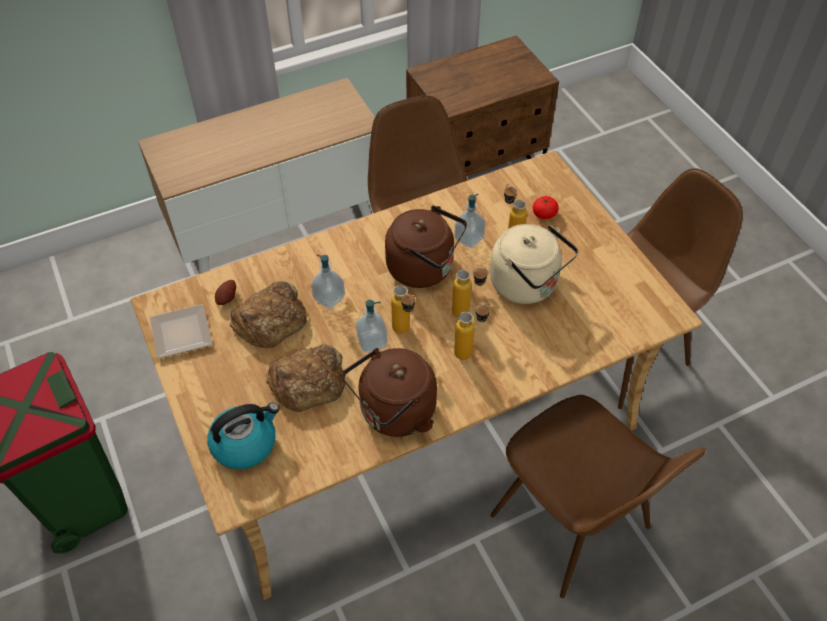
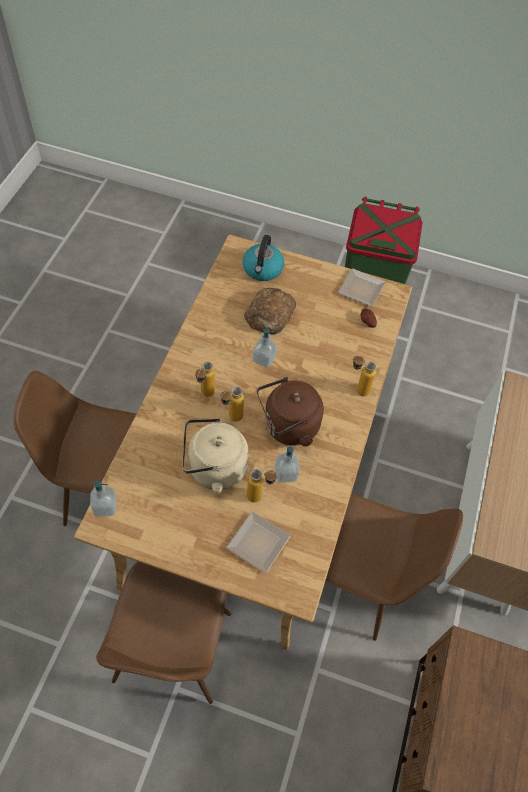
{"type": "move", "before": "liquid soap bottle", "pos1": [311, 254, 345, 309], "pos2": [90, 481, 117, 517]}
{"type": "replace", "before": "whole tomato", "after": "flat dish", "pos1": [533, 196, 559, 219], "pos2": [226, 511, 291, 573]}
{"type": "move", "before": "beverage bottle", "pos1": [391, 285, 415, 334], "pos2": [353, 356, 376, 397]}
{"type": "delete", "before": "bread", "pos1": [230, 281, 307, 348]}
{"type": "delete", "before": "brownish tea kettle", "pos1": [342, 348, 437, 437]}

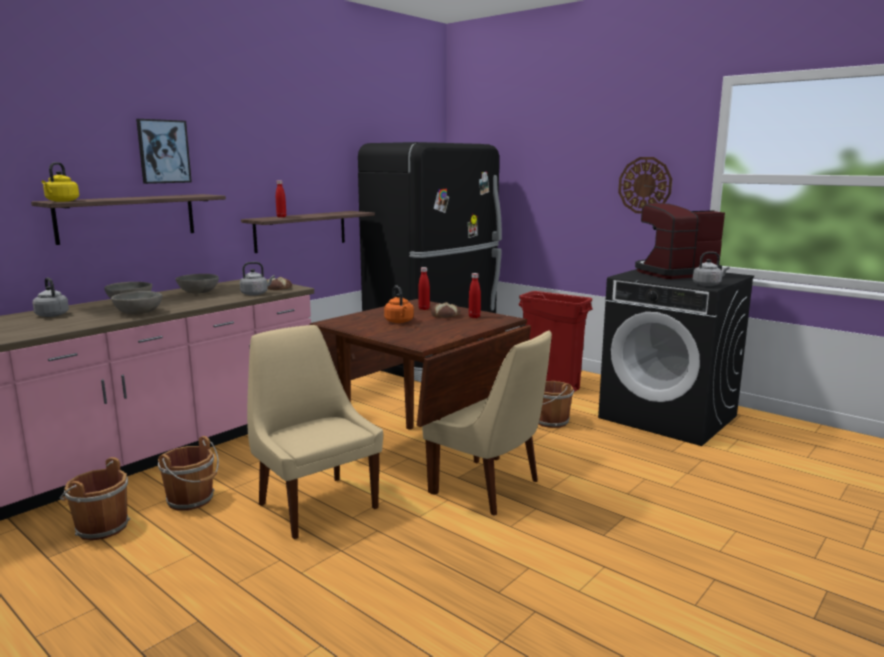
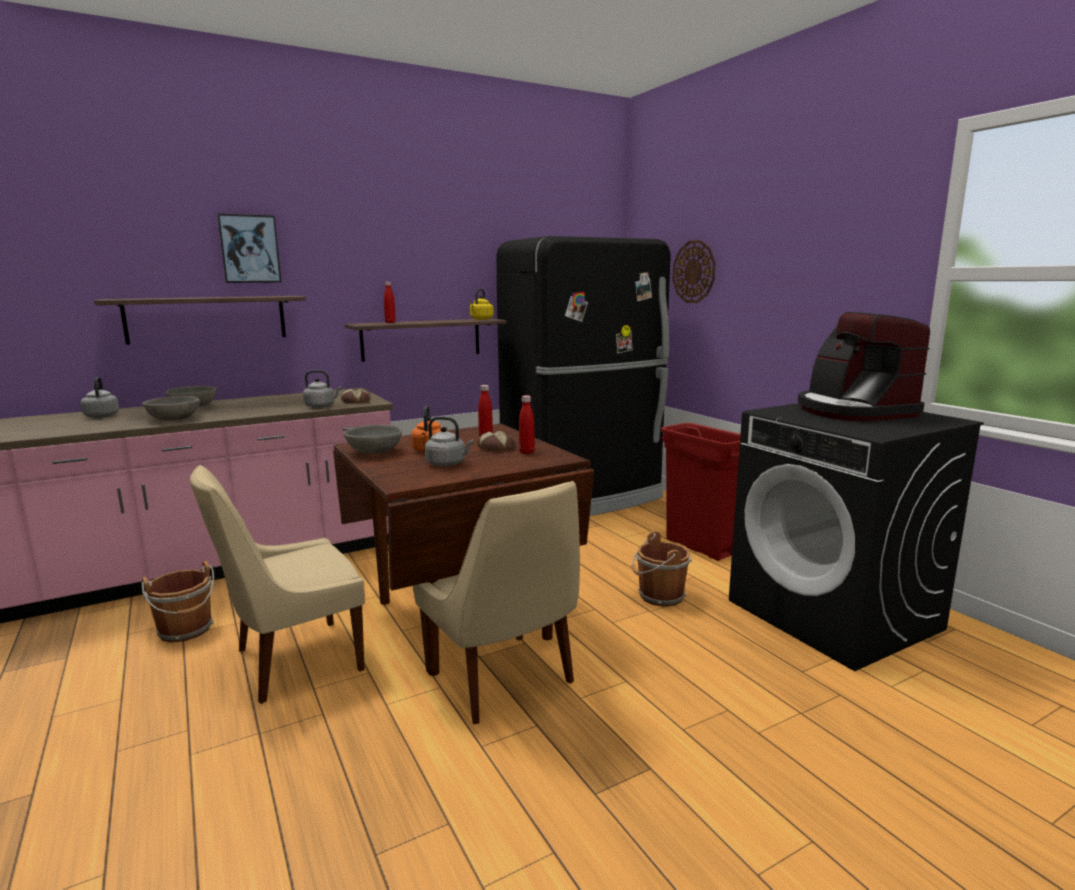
{"type": "rotate", "before": "beige upright chair", "pos1": [247, 325, 383, 539], "pos2": [190, 465, 365, 704], "turn": -105}
{"type": "move", "before": "greyish bowl", "pos1": [176, 274, 219, 294], "pos2": [343, 425, 402, 454]}
{"type": "move", "before": "greyish tea kettle", "pos1": [693, 252, 730, 286], "pos2": [425, 416, 474, 466]}
{"type": "move", "before": "yellow tea kettle", "pos1": [42, 162, 79, 202], "pos2": [470, 289, 494, 320]}
{"type": "move", "before": "wall clock", "pos1": [618, 157, 672, 214], "pos2": [672, 240, 716, 303]}
{"type": "rotate", "before": "coffee brewer", "pos1": [635, 203, 725, 279], "pos2": [798, 312, 930, 421], "turn": -105}
{"type": "delete", "before": "brownish water bucket", "pos1": [59, 457, 130, 540]}

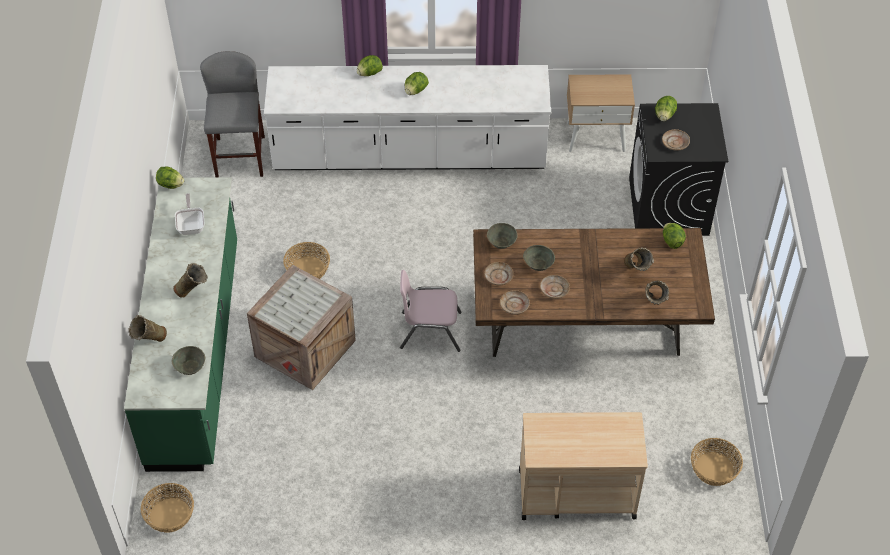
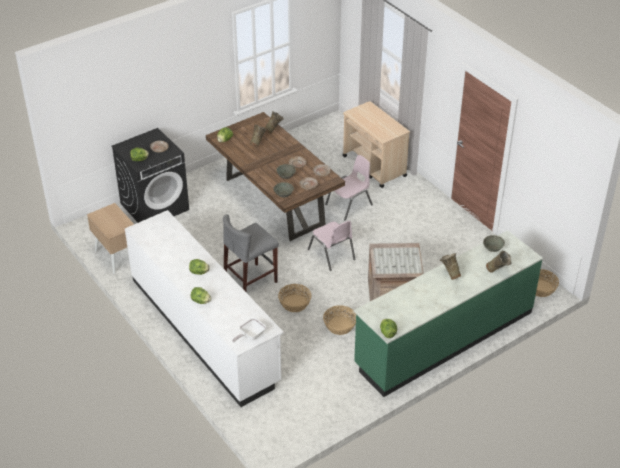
{"type": "move", "before": "greyish stool", "pos1": [200, 51, 265, 177], "pos2": [223, 214, 279, 292]}
{"type": "move", "before": "frying pan", "pos1": [175, 193, 205, 235], "pos2": [232, 318, 266, 342]}
{"type": "move", "before": "household basket", "pos1": [691, 438, 743, 486], "pos2": [278, 284, 311, 312]}
{"type": "insert", "after": "pink upright chair", "pos2": [325, 155, 373, 220]}

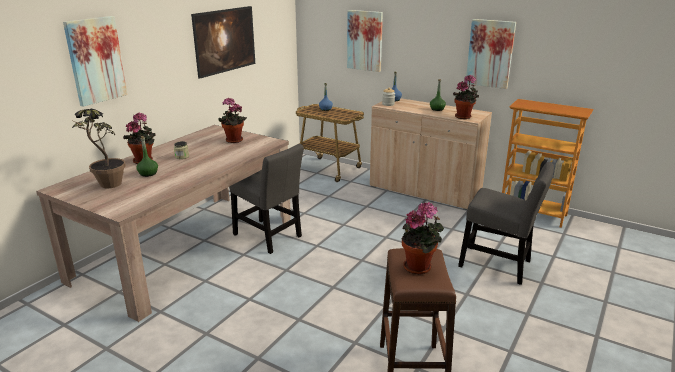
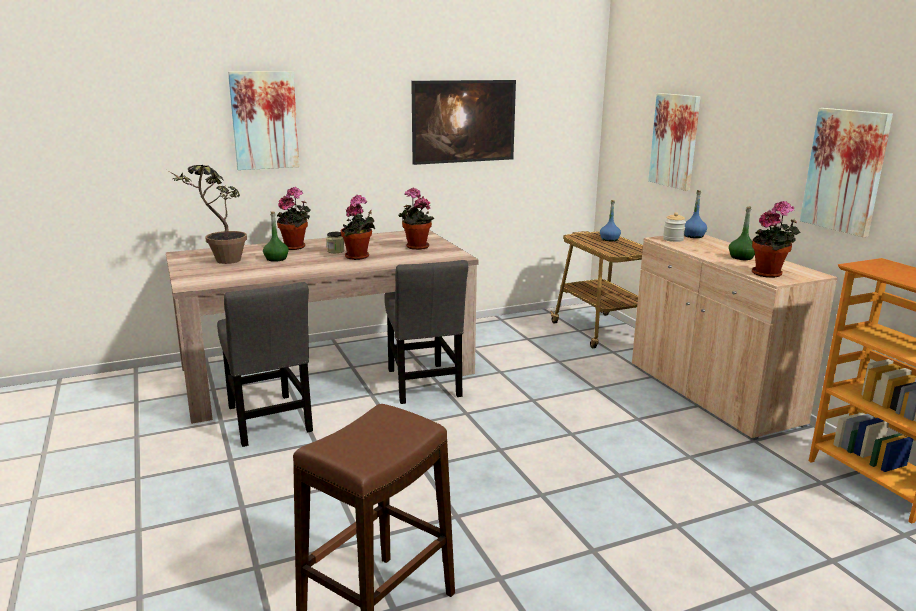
{"type": "move", "before": "greyish upright chair", "pos1": [458, 162, 554, 285], "pos2": [217, 282, 313, 447]}
{"type": "move", "before": "potted plant", "pos1": [402, 202, 444, 274], "pos2": [341, 195, 375, 260]}

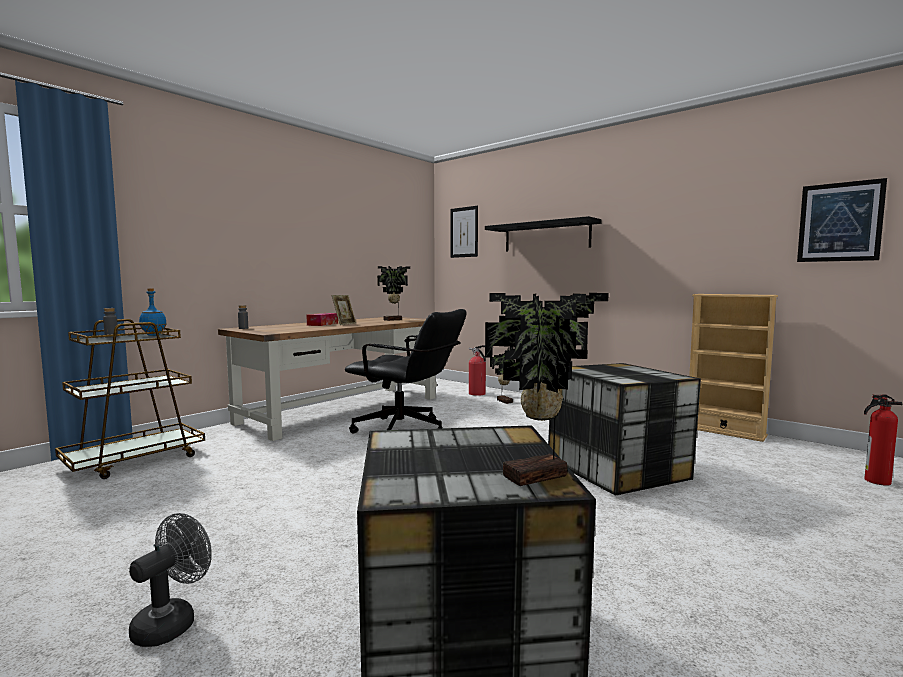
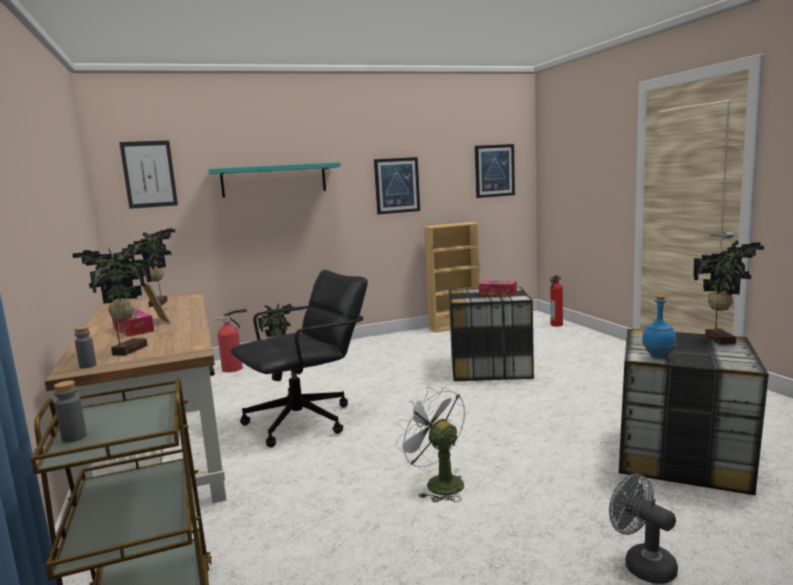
{"type": "insert", "after": "potted plant", "pos2": [73, 245, 152, 356]}
{"type": "recolor", "before": "blackish shelf", "after": "turquoise-coloured shelf", "pos1": [485, 216, 602, 251], "pos2": [208, 162, 341, 198]}
{"type": "insert", "after": "wall picture", "pos2": [374, 157, 420, 214]}
{"type": "insert", "after": "white-coloured electric fan", "pos2": [395, 387, 465, 502]}
{"type": "insert", "after": "tissue box", "pos2": [479, 280, 517, 296]}
{"type": "move", "before": "bluish beverage bottle", "pos1": [139, 288, 167, 336], "pos2": [642, 295, 677, 359]}

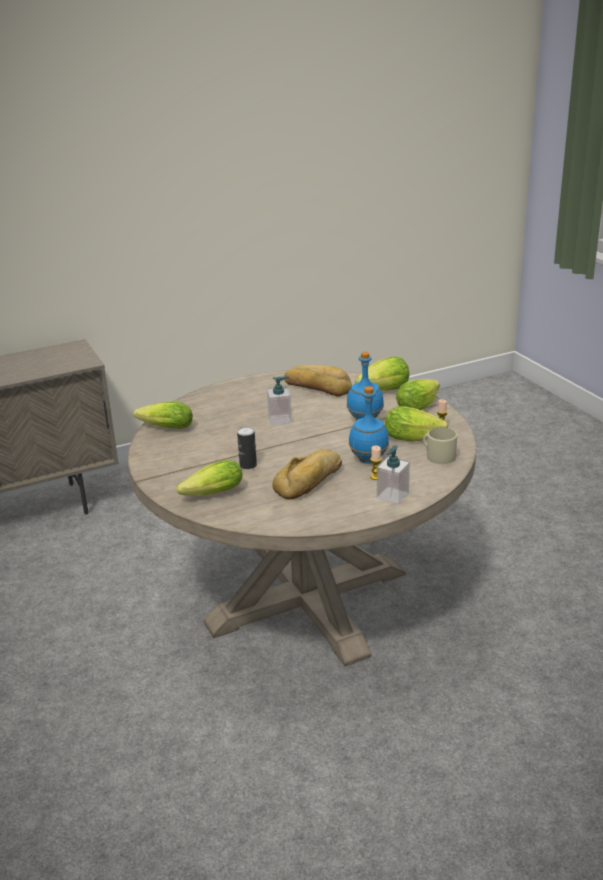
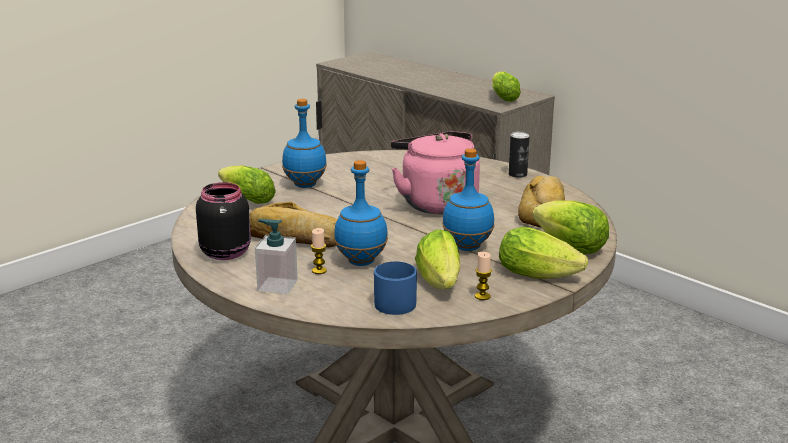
{"type": "insert", "after": "blackish storage jar", "pos2": [196, 182, 251, 260]}
{"type": "insert", "after": "bluish beverage bottle", "pos2": [282, 99, 327, 188]}
{"type": "recolor", "before": "beige coffee mug", "after": "bluish coffee mug", "pos1": [423, 427, 457, 464], "pos2": [374, 262, 417, 315]}
{"type": "replace", "before": "liquid soap bottle", "after": "pink tea kettle", "pos1": [267, 376, 292, 425], "pos2": [391, 131, 480, 215]}
{"type": "move", "before": "lettuce head", "pos1": [134, 402, 193, 429], "pos2": [492, 71, 521, 102]}
{"type": "move", "before": "metal can", "pos1": [237, 427, 257, 469], "pos2": [509, 131, 529, 178]}

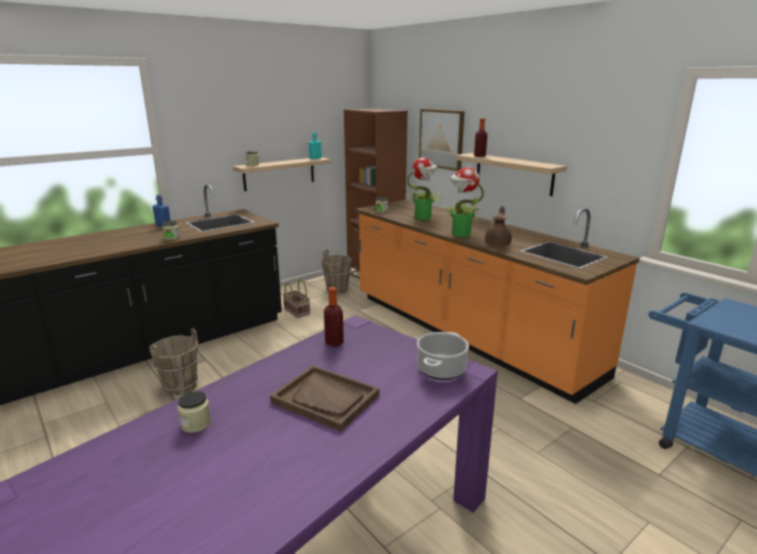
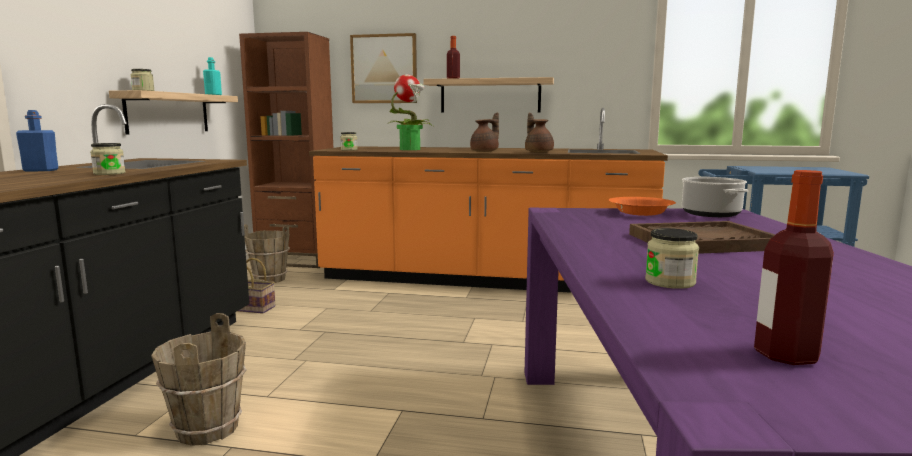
{"type": "replace", "before": "potted plant", "after": "brownish tea pot", "pos1": [441, 167, 484, 237], "pos2": [470, 113, 499, 152]}
{"type": "insert", "after": "orangey bowl", "pos2": [609, 197, 676, 216]}
{"type": "move", "before": "beverage bottle", "pos1": [324, 287, 344, 347], "pos2": [754, 170, 834, 365]}

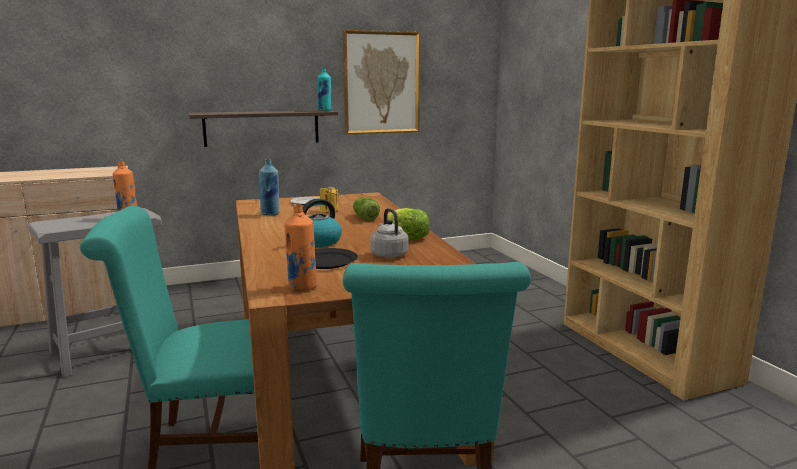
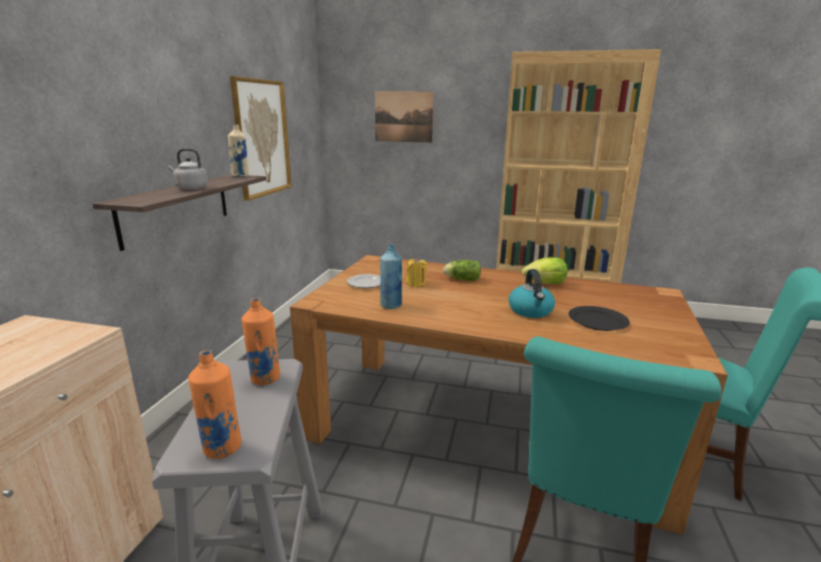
{"type": "move", "before": "greyish tea kettle", "pos1": [370, 208, 409, 258], "pos2": [168, 148, 208, 190]}
{"type": "move", "before": "orangey beverage bottle", "pos1": [284, 204, 318, 291], "pos2": [188, 350, 241, 459]}
{"type": "recolor", "before": "turquoise-coloured beverage bottle", "after": "beige beverage bottle", "pos1": [317, 68, 331, 111], "pos2": [228, 125, 249, 177]}
{"type": "insert", "after": "wall picture", "pos2": [375, 91, 434, 143]}

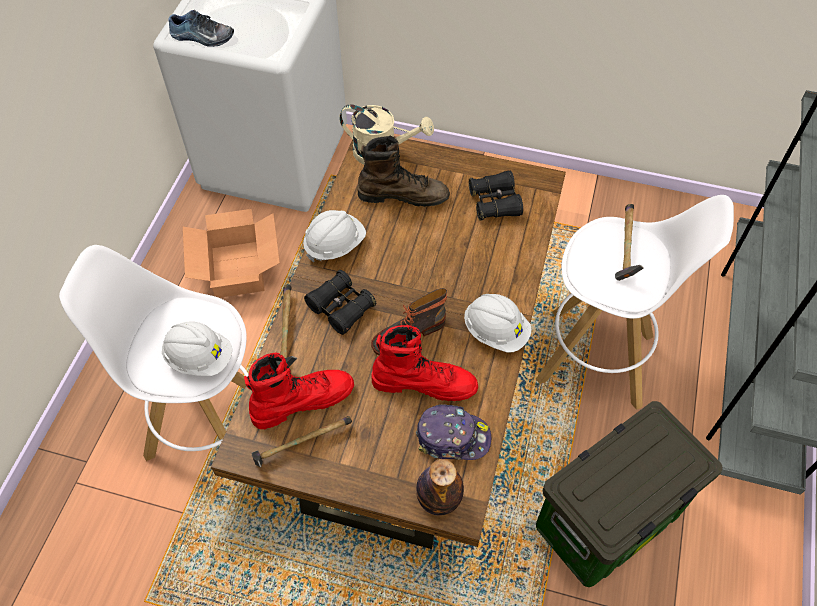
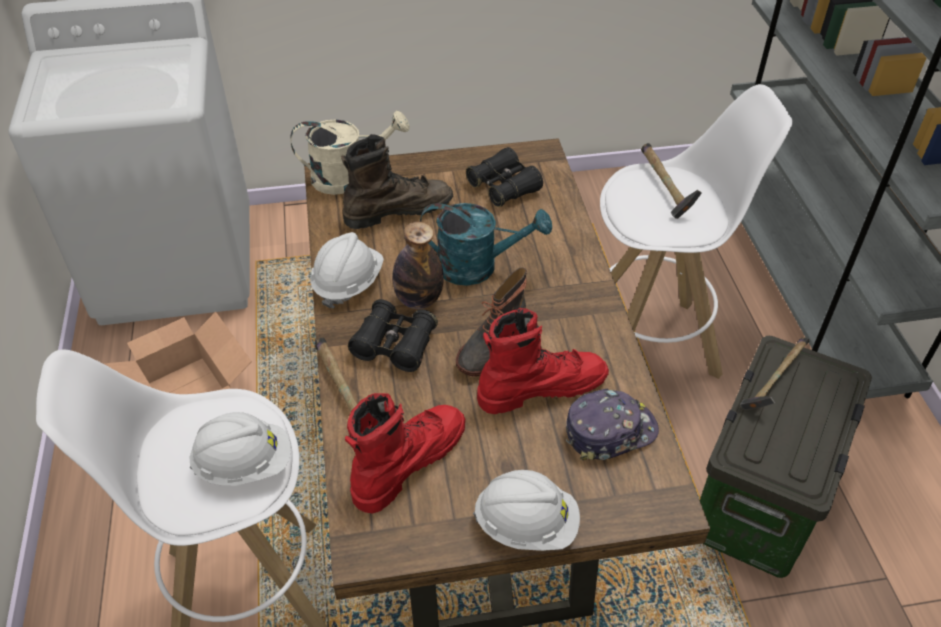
{"type": "move", "before": "beverage bottle", "pos1": [416, 459, 464, 516], "pos2": [392, 222, 444, 309]}
{"type": "insert", "after": "turquoise-coloured watering can", "pos2": [420, 203, 552, 286]}
{"type": "move", "before": "white-coloured hard hat", "pos1": [464, 294, 532, 353], "pos2": [473, 470, 580, 551]}
{"type": "move", "before": "hand hammer", "pos1": [251, 416, 352, 467], "pos2": [740, 337, 809, 410]}
{"type": "delete", "before": "shoe", "pos1": [168, 10, 234, 47]}

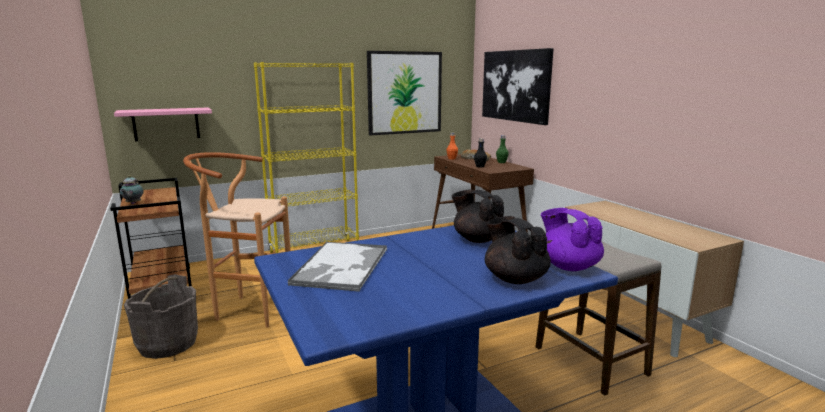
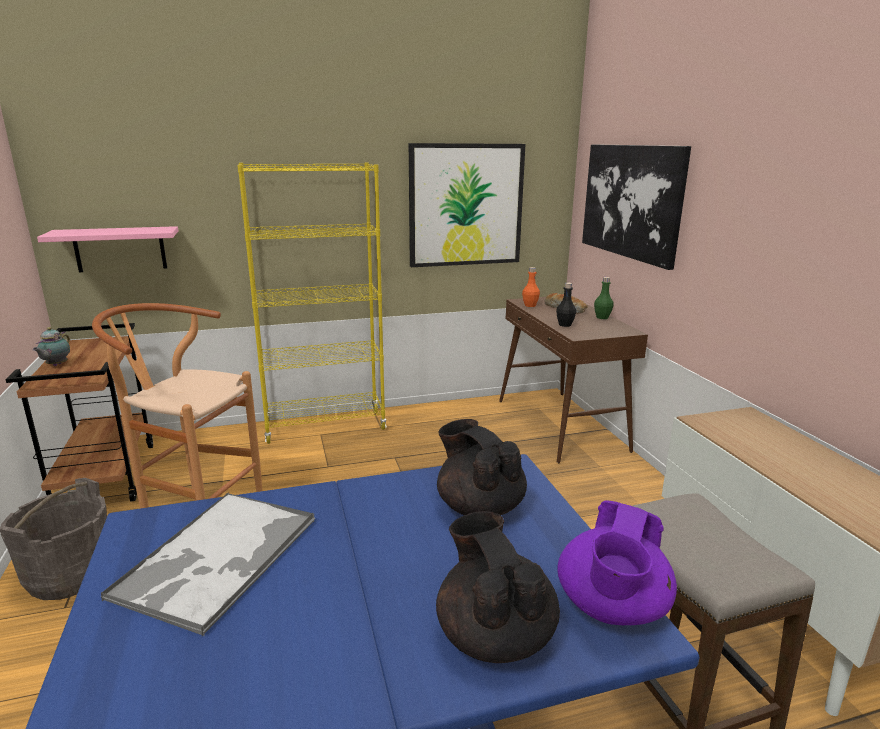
{"type": "rotate", "before": "purplish tea pot", "pos1": [541, 208, 604, 271], "pos2": [558, 500, 677, 625], "turn": -135}

